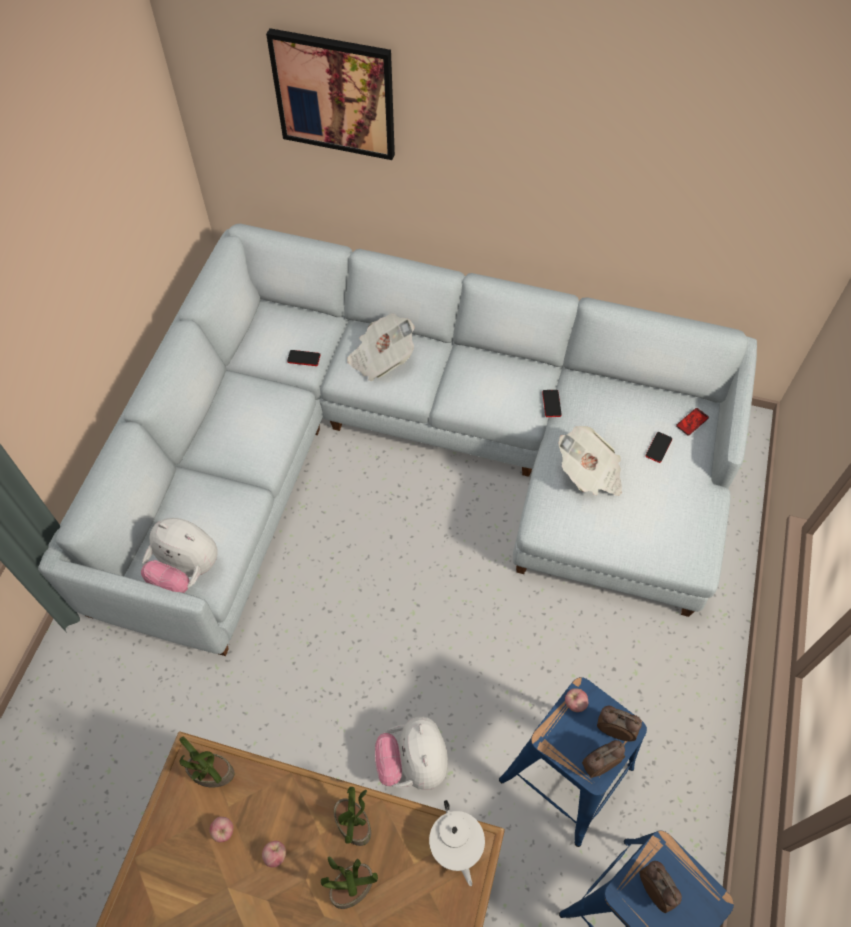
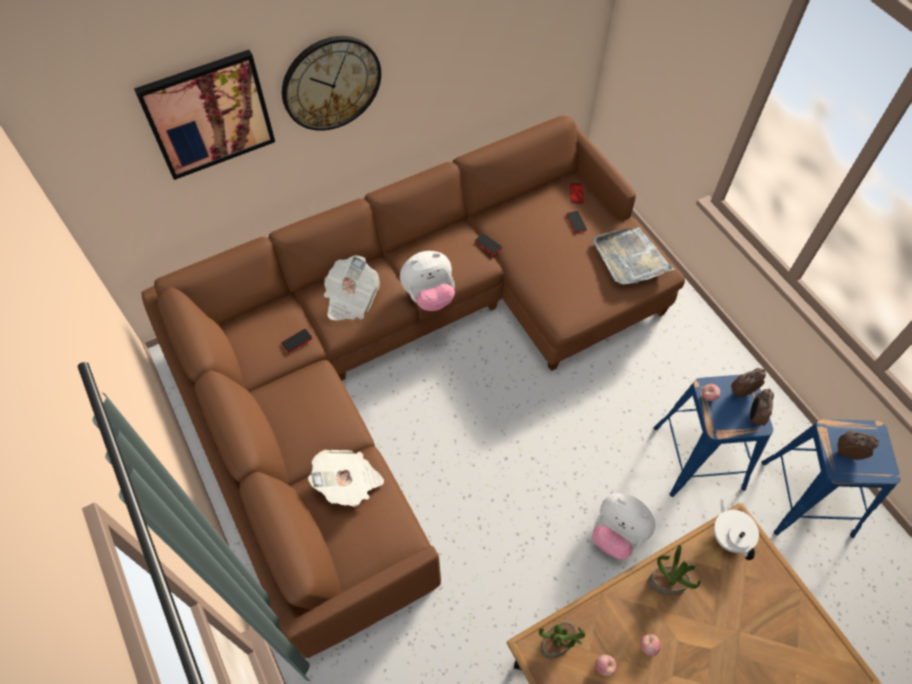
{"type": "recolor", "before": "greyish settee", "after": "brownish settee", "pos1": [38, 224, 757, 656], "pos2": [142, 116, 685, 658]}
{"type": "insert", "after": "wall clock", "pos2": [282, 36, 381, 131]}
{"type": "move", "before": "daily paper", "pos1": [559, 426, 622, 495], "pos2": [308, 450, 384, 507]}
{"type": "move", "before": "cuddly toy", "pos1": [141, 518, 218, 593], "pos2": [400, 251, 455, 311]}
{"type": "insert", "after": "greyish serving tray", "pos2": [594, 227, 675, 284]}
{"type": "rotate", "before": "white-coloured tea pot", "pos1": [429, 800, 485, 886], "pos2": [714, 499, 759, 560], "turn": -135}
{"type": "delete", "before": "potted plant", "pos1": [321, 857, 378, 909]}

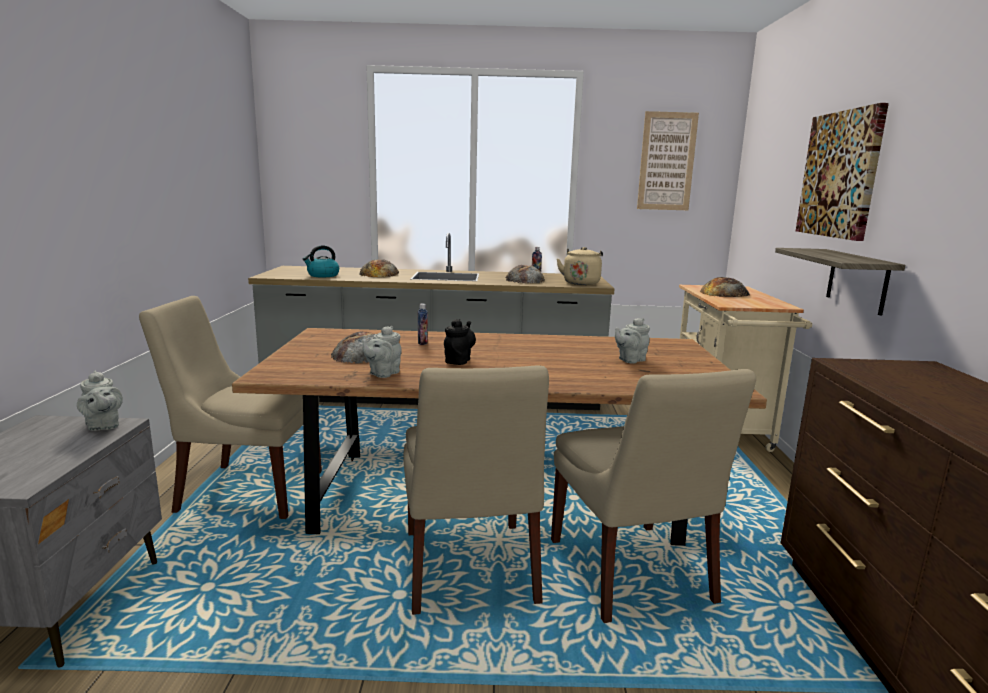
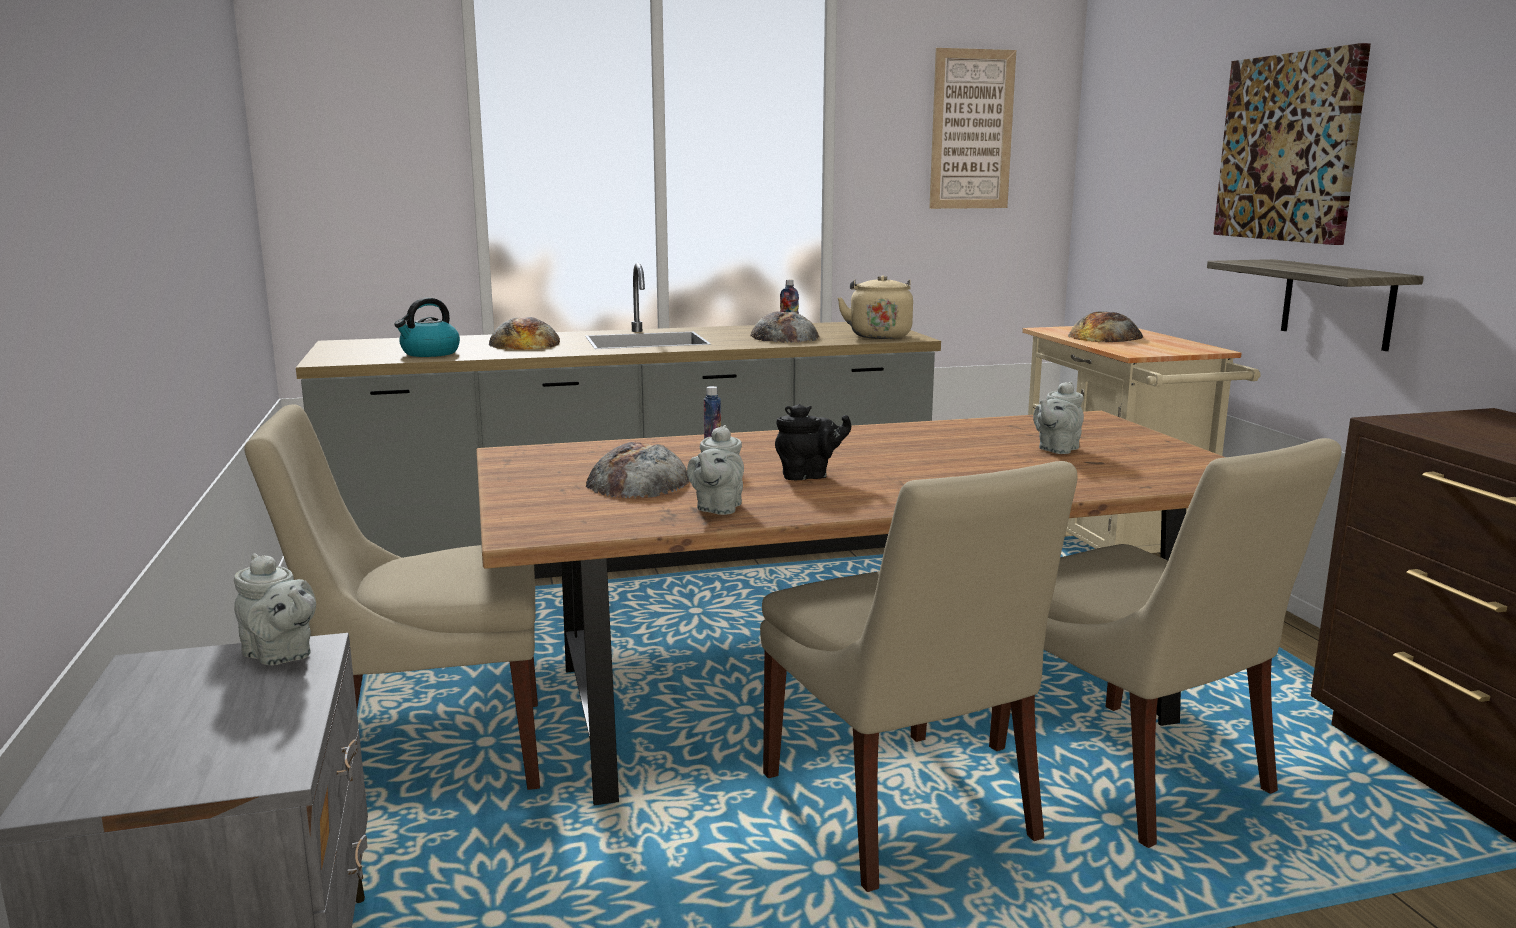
{"type": "rotate", "before": "blackish tea pot", "pos1": [444, 319, 476, 365], "pos2": [775, 404, 851, 480], "turn": 75}

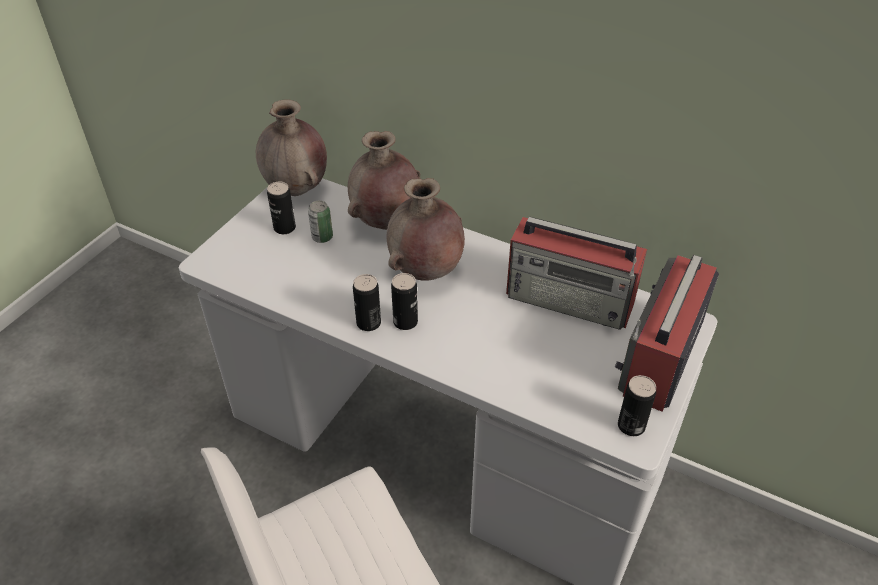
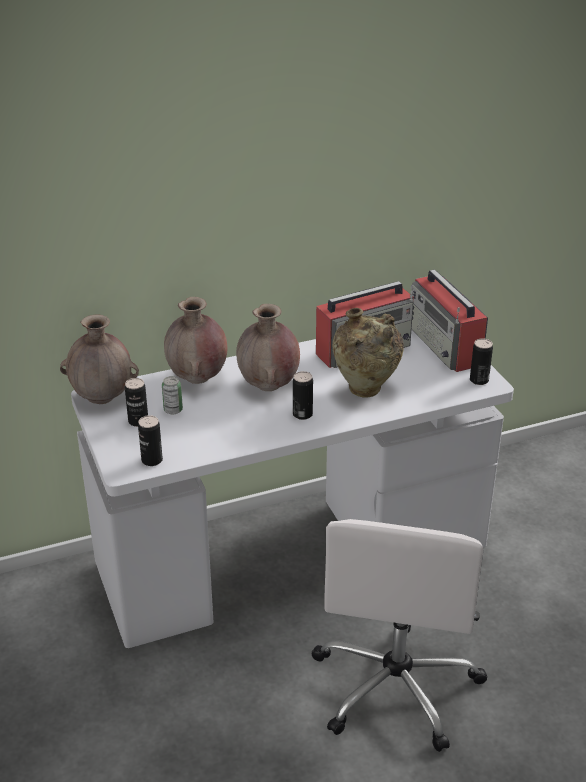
{"type": "move", "before": "metal can", "pos1": [353, 274, 381, 331], "pos2": [138, 415, 163, 466]}
{"type": "insert", "after": "beige vase", "pos2": [332, 308, 404, 398]}

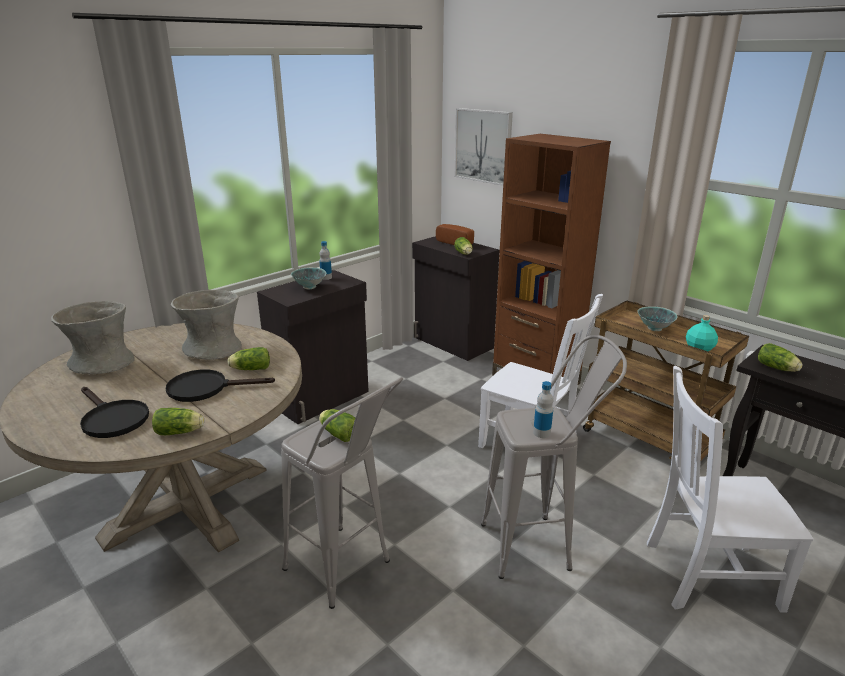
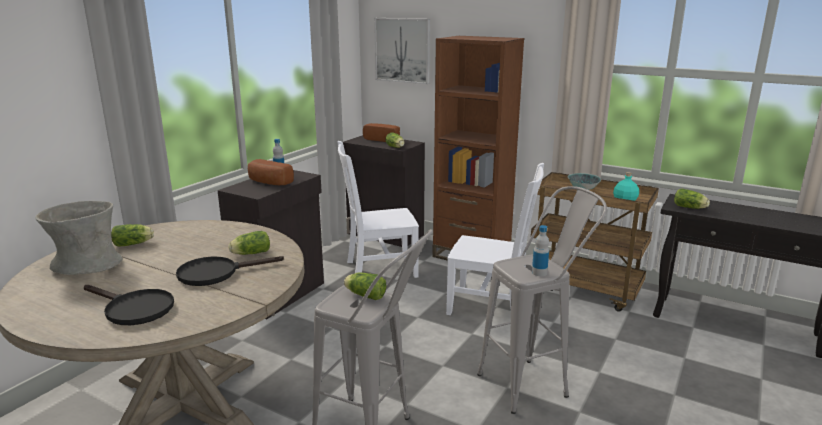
{"type": "move", "before": "lettuce head", "pos1": [152, 408, 204, 435], "pos2": [111, 224, 154, 247]}
{"type": "replace", "before": "bowl", "after": "bread", "pos1": [291, 267, 326, 289], "pos2": [248, 159, 294, 185]}
{"type": "move", "before": "white-coloured upright chair", "pos1": [647, 366, 813, 613], "pos2": [337, 141, 419, 278]}
{"type": "delete", "before": "greyish vase", "pos1": [171, 289, 242, 360]}

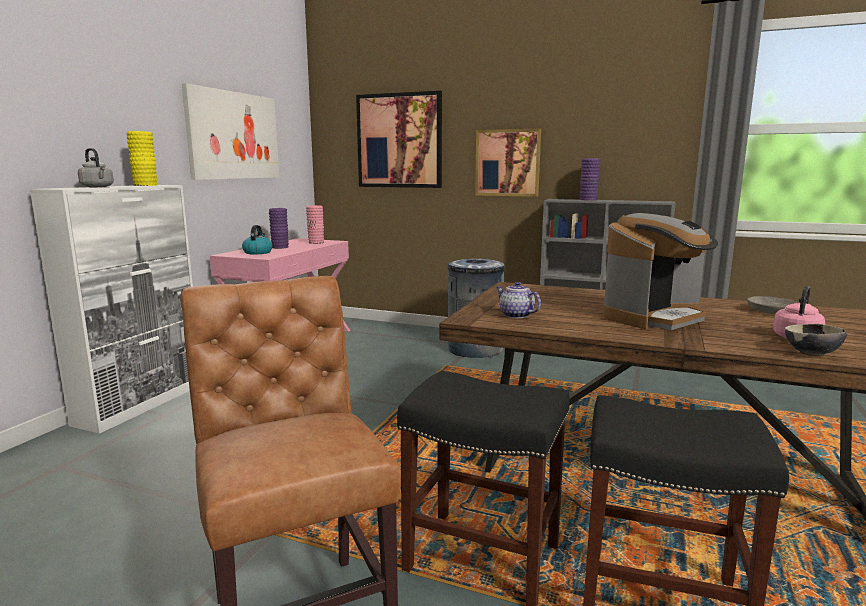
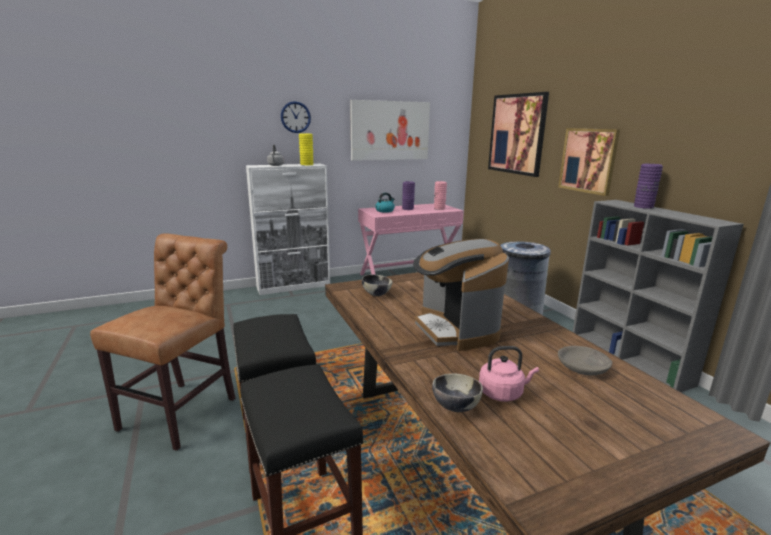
{"type": "insert", "after": "wall clock", "pos2": [281, 101, 311, 133]}
{"type": "replace", "before": "tea pot", "after": "bowl", "pos1": [496, 282, 541, 318], "pos2": [362, 274, 393, 296]}
{"type": "rotate", "before": "coffee brewer", "pos1": [603, 213, 718, 330], "pos2": [413, 239, 509, 351], "turn": 60}

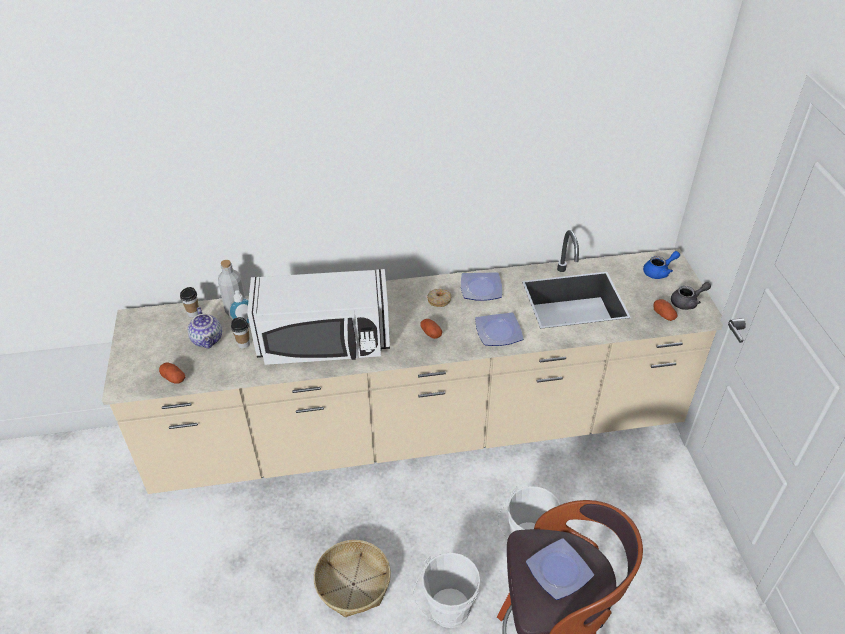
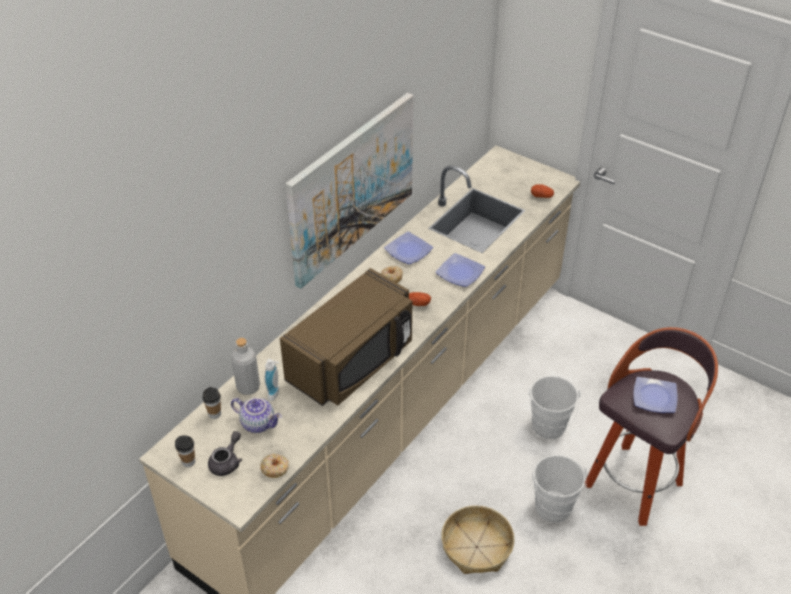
{"type": "move", "before": "cup", "pos1": [231, 317, 250, 349], "pos2": [175, 435, 195, 467]}
{"type": "move", "before": "greyish tea pot", "pos1": [671, 282, 711, 310], "pos2": [208, 431, 242, 476]}
{"type": "replace", "before": "spud", "after": "doughnut", "pos1": [159, 362, 185, 384], "pos2": [260, 454, 289, 478]}
{"type": "recolor", "before": "white-coloured microwave", "after": "brownish microwave", "pos1": [247, 269, 390, 365], "pos2": [280, 268, 412, 406]}
{"type": "insert", "after": "wall picture", "pos2": [286, 93, 413, 289]}
{"type": "delete", "before": "bluish tea pot", "pos1": [643, 251, 680, 279]}

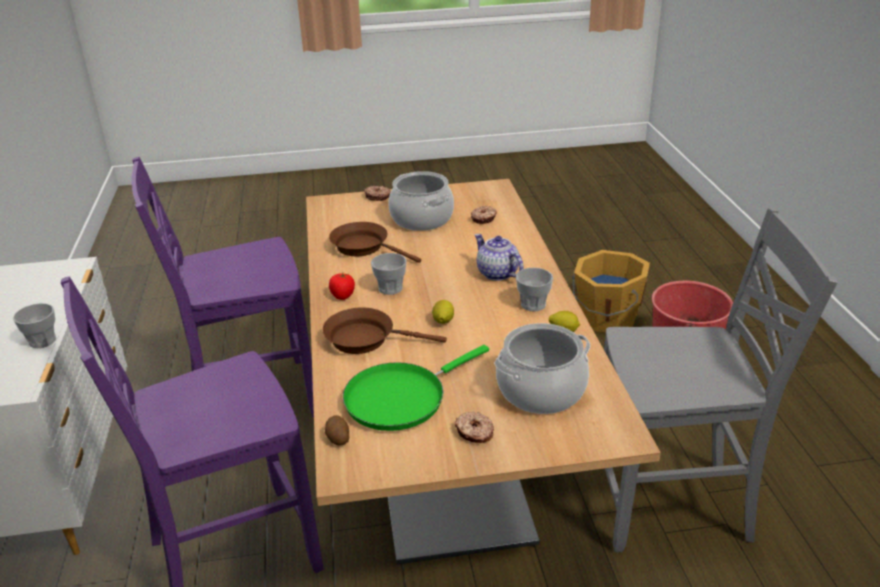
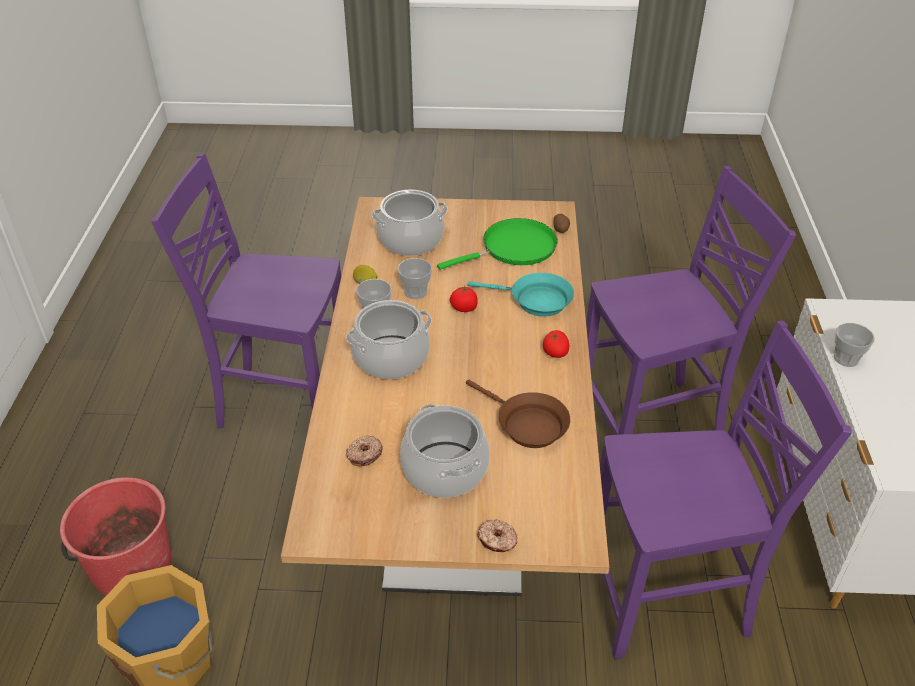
{"type": "recolor", "before": "greyish upright chair", "after": "purplish upright chair", "pos1": [604, 208, 838, 552], "pos2": [151, 153, 341, 428]}
{"type": "replace", "before": "tea pot", "after": "saucepot", "pos1": [474, 234, 524, 281], "pos2": [346, 300, 432, 379]}
{"type": "move", "before": "cup", "pos1": [371, 253, 407, 295], "pos2": [398, 258, 432, 299]}
{"type": "replace", "before": "lemon", "after": "whole tomato", "pos1": [432, 300, 454, 324], "pos2": [450, 286, 478, 312]}
{"type": "recolor", "before": "brownish frying pan", "after": "turquoise-coloured frying pan", "pos1": [323, 307, 447, 354], "pos2": [467, 273, 574, 317]}
{"type": "delete", "before": "doughnut", "pos1": [455, 411, 494, 443]}

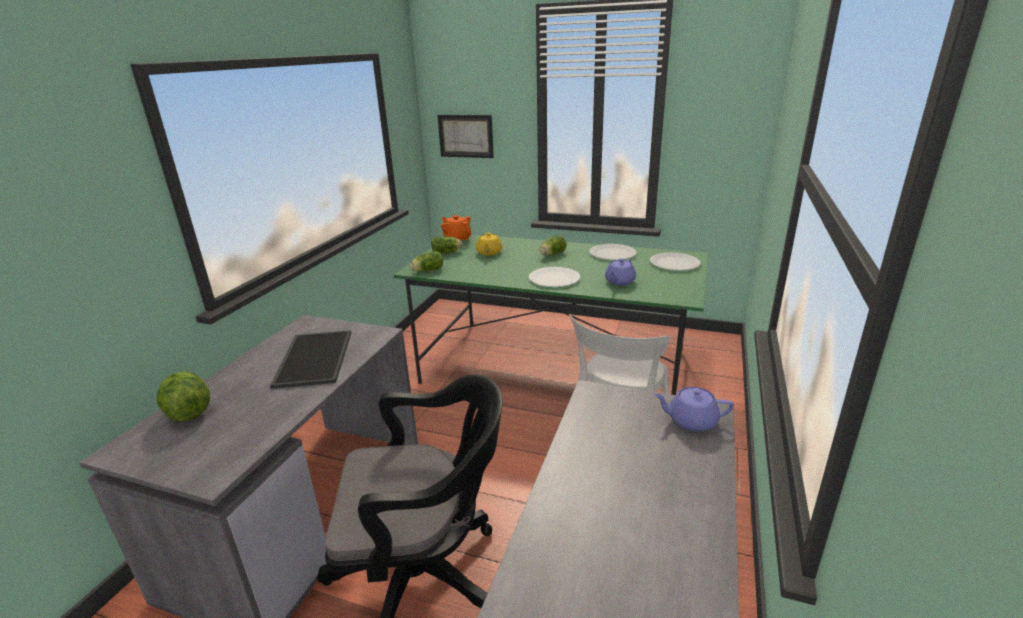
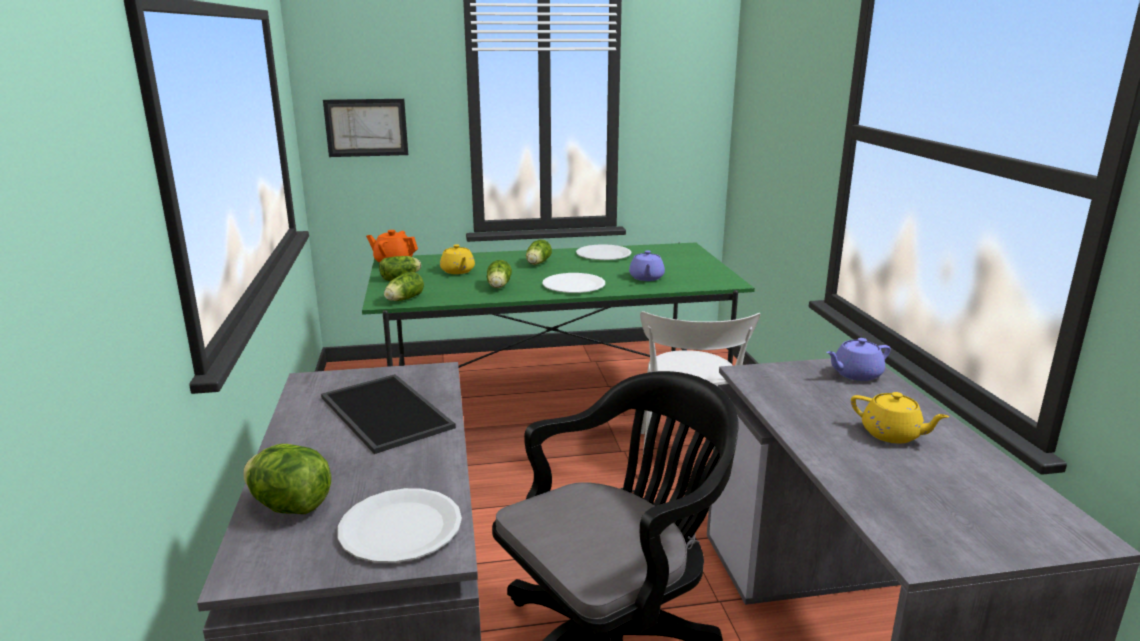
{"type": "move", "before": "white-coloured flat dish", "pos1": [650, 253, 701, 271], "pos2": [338, 488, 462, 563]}
{"type": "insert", "after": "lettuce head", "pos2": [487, 260, 512, 288]}
{"type": "insert", "after": "yellow tea pot", "pos2": [851, 392, 949, 443]}

